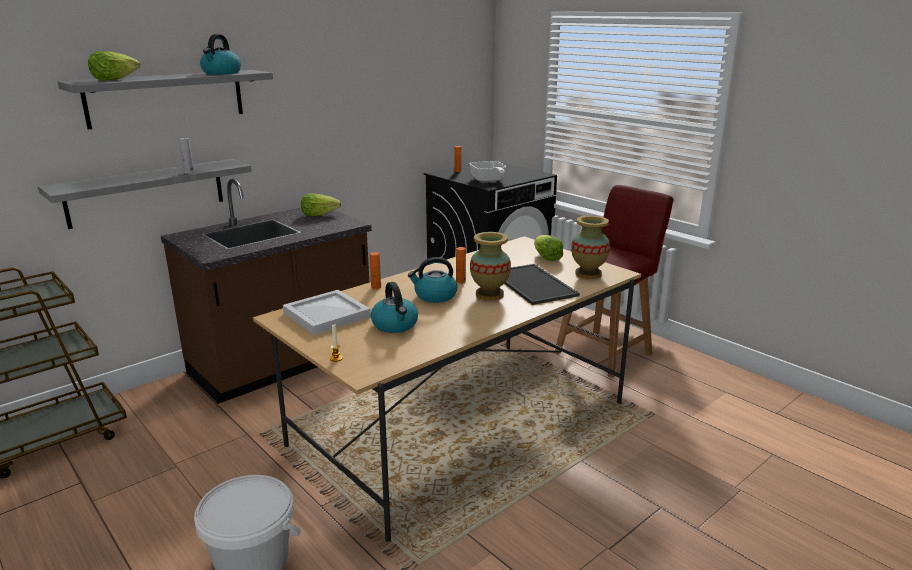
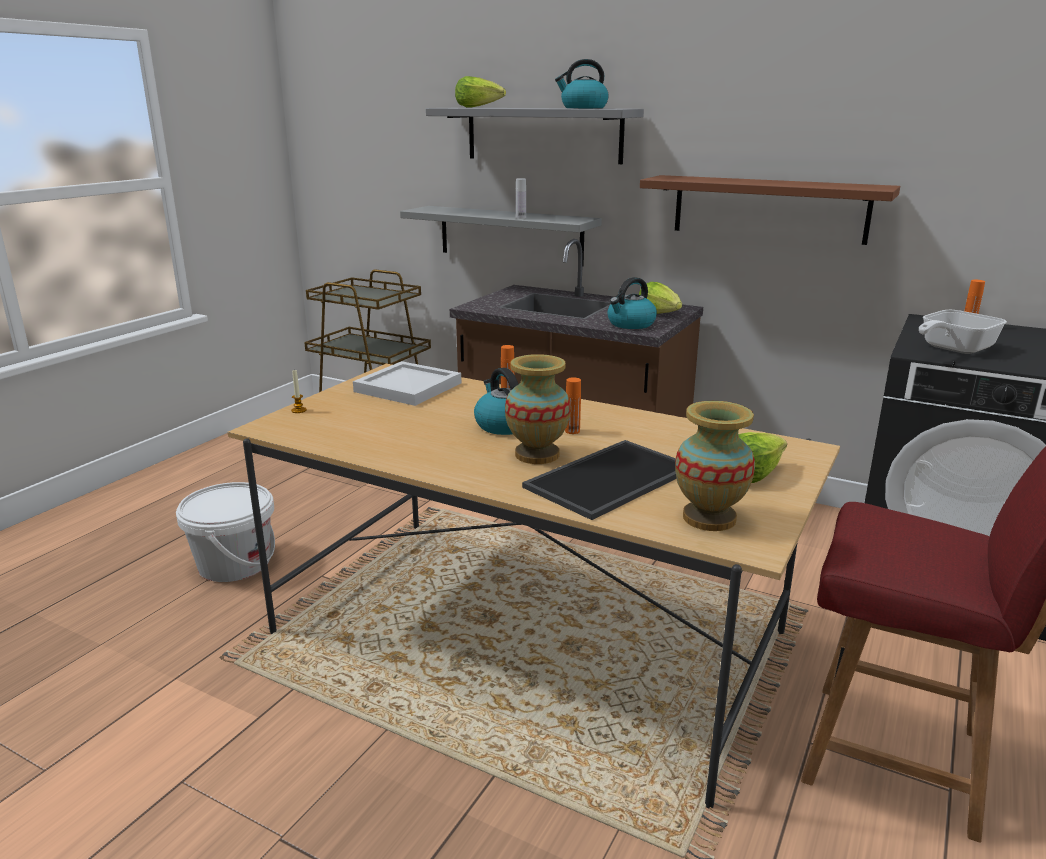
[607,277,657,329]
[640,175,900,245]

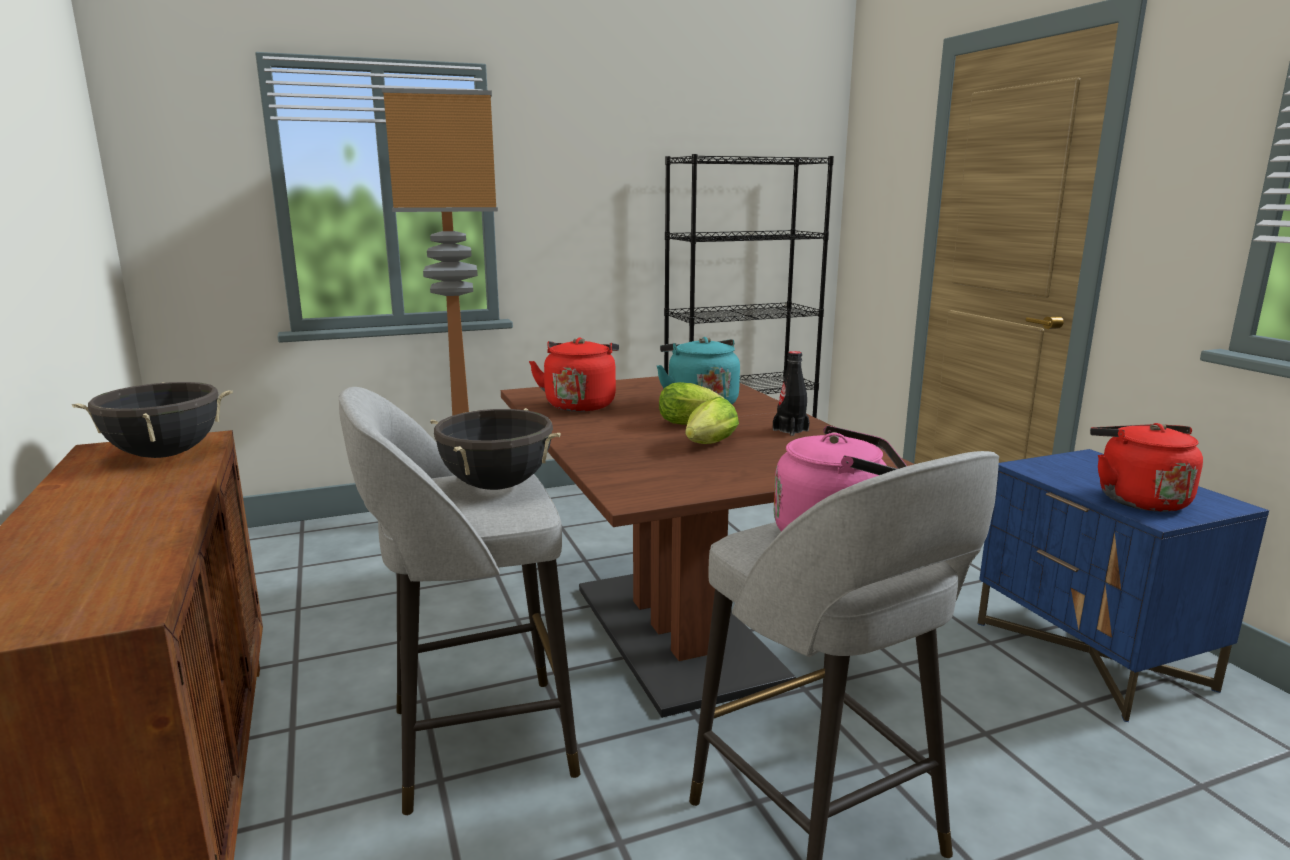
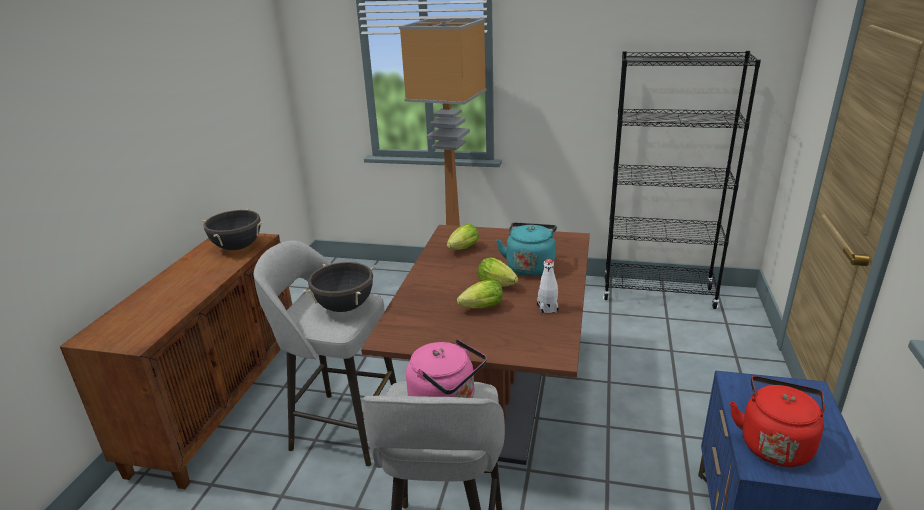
[447,224,479,250]
[537,259,559,314]

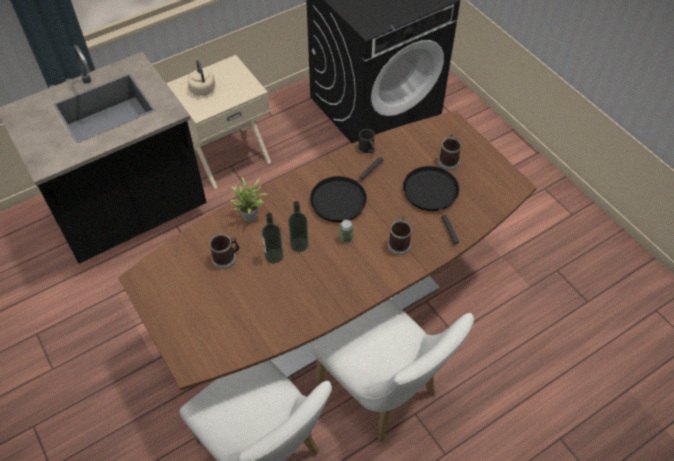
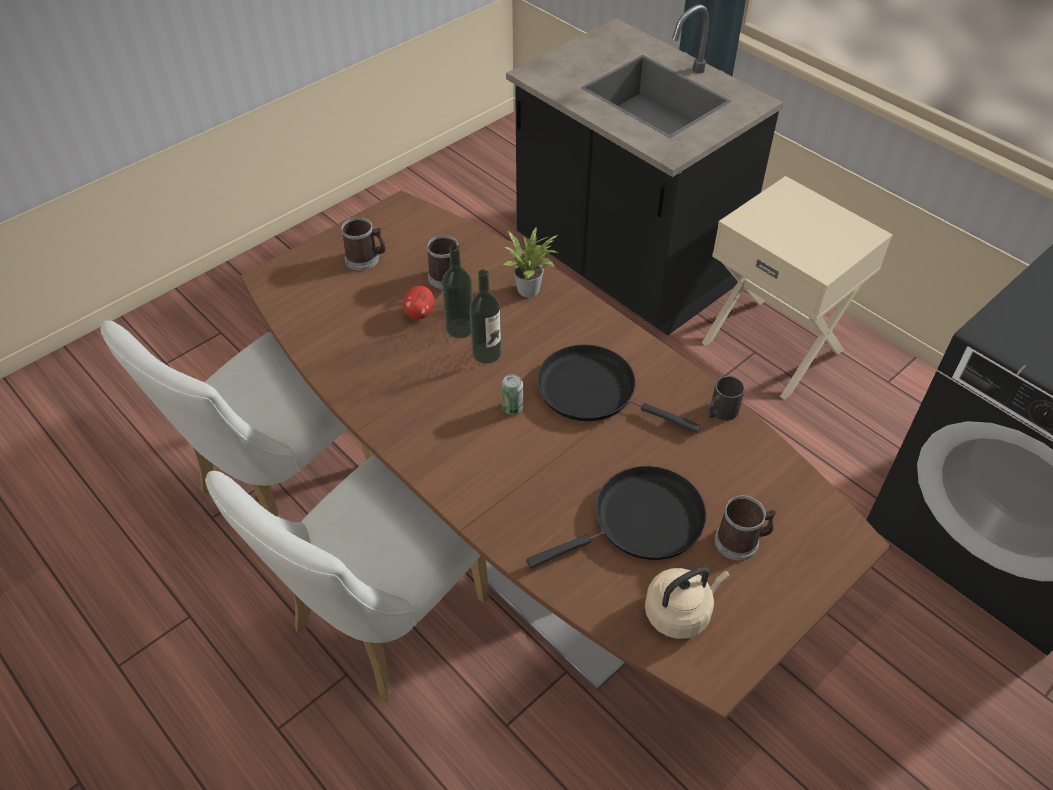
[645,567,730,639]
[341,217,386,271]
[402,286,434,319]

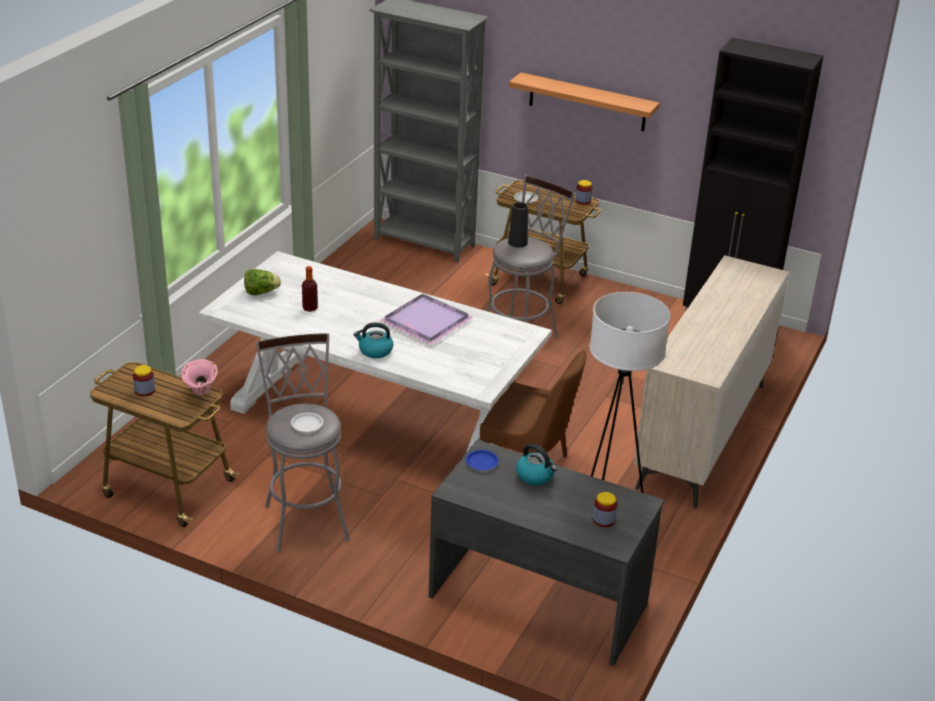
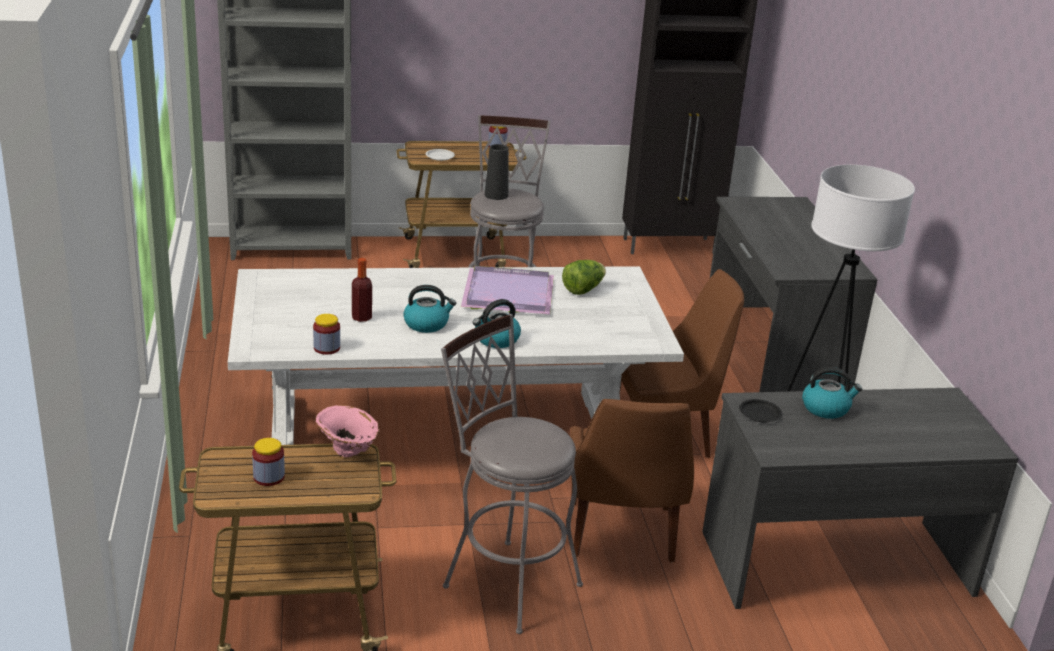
[509,73,660,131] (first image)
[710,197,878,392]
[562,260,606,295]
[291,413,323,432] (first image)
[739,399,782,423]
[313,314,340,355]
[403,285,456,333]
[570,399,694,563]

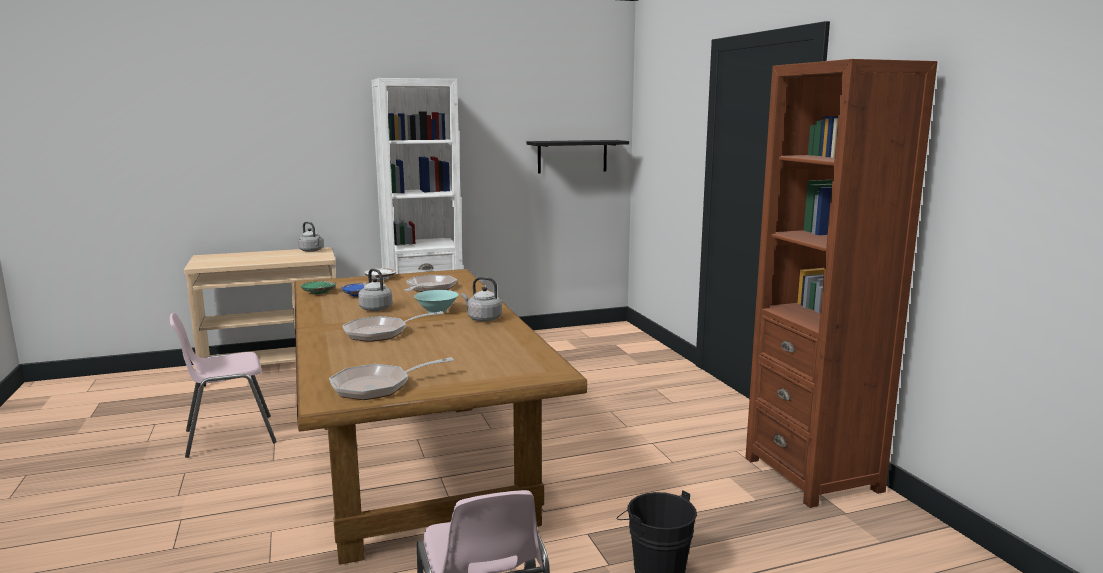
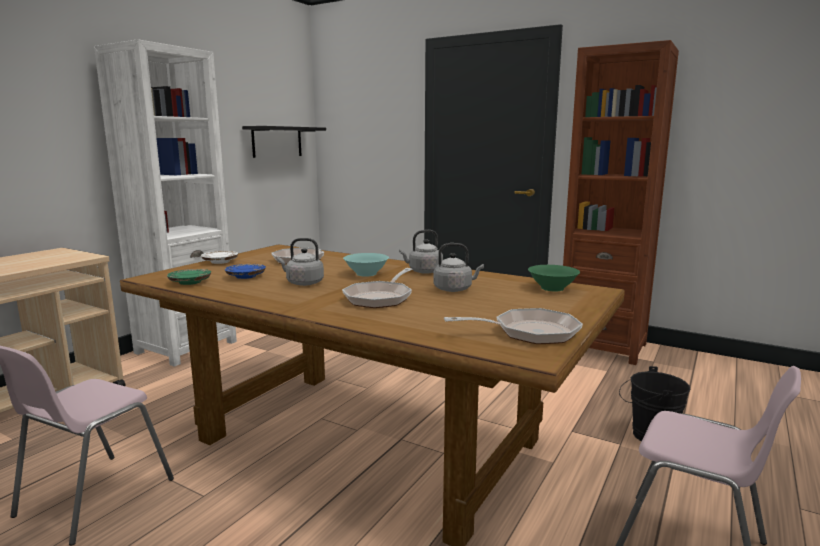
[433,243,484,292]
[444,308,583,344]
[528,265,580,291]

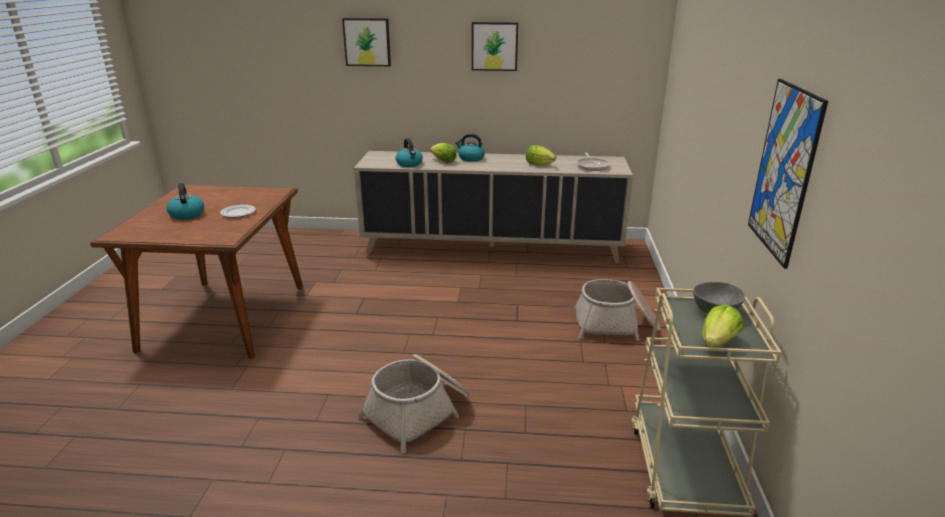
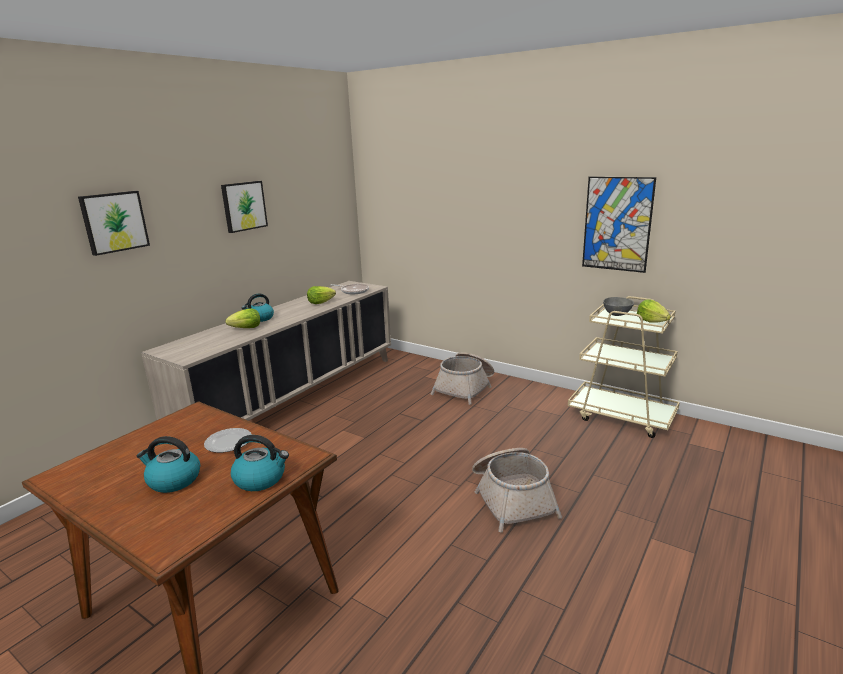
[231,435,289,491]

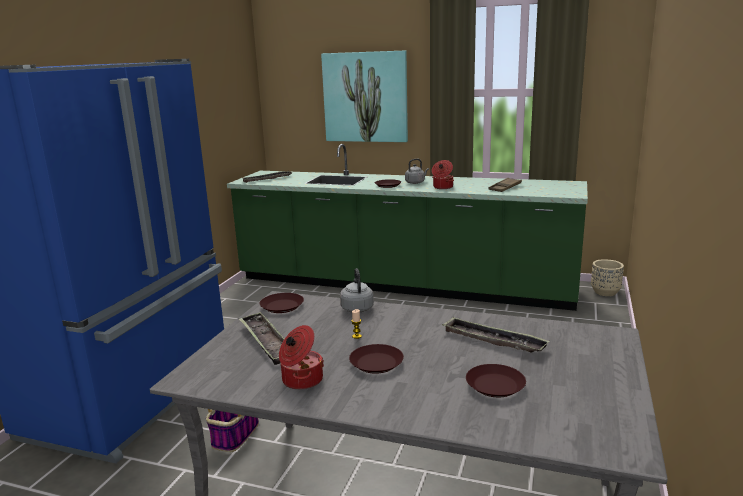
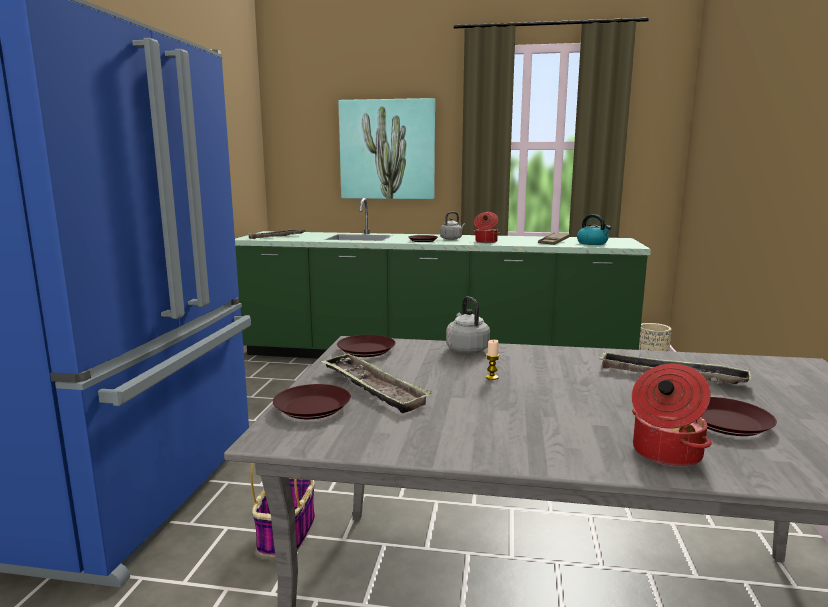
[631,364,712,467]
[273,384,351,419]
[577,214,611,245]

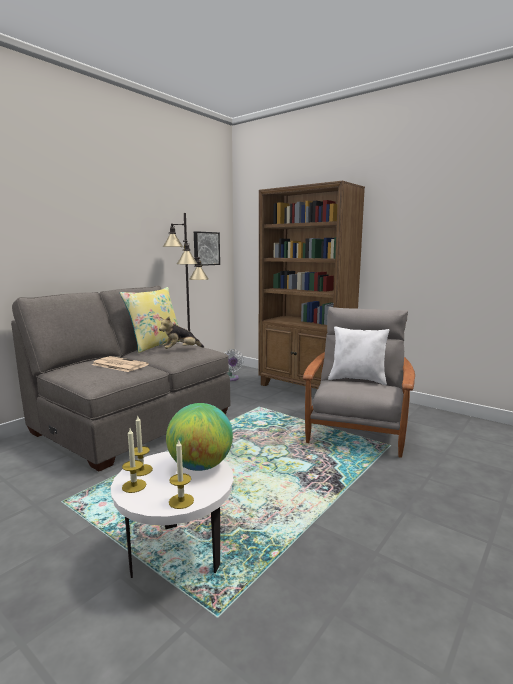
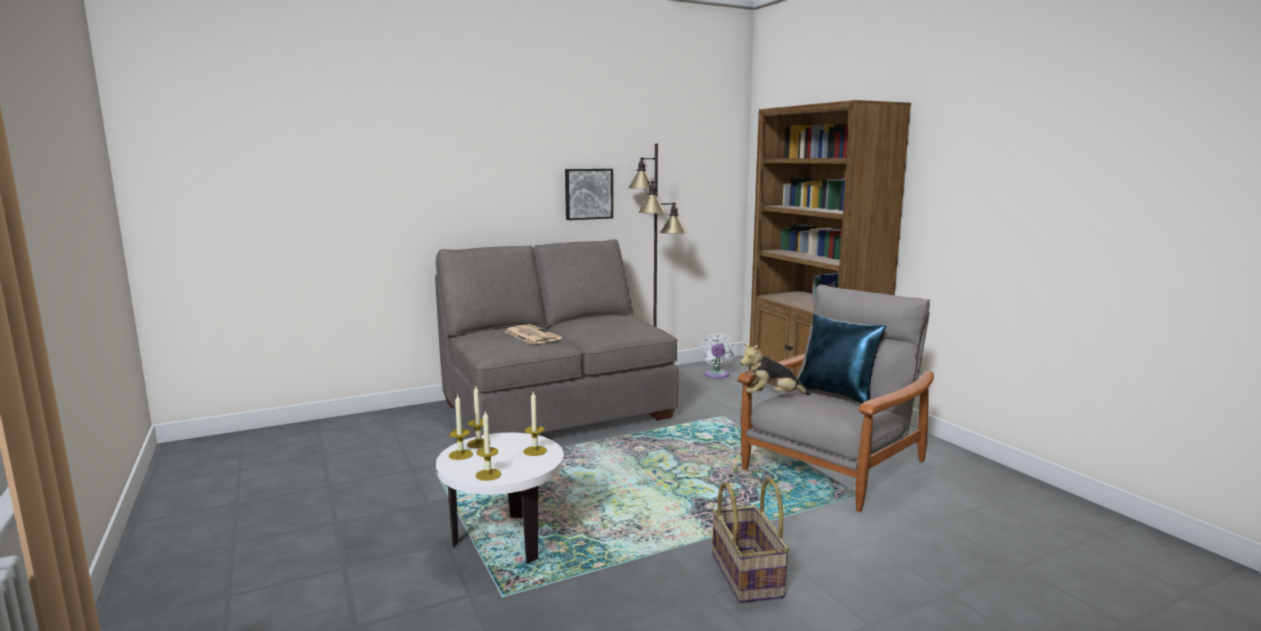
[565,169,613,220]
[120,287,180,353] (first image)
[740,343,811,395]
[798,314,886,404]
[523,392,547,456]
[712,478,790,603]

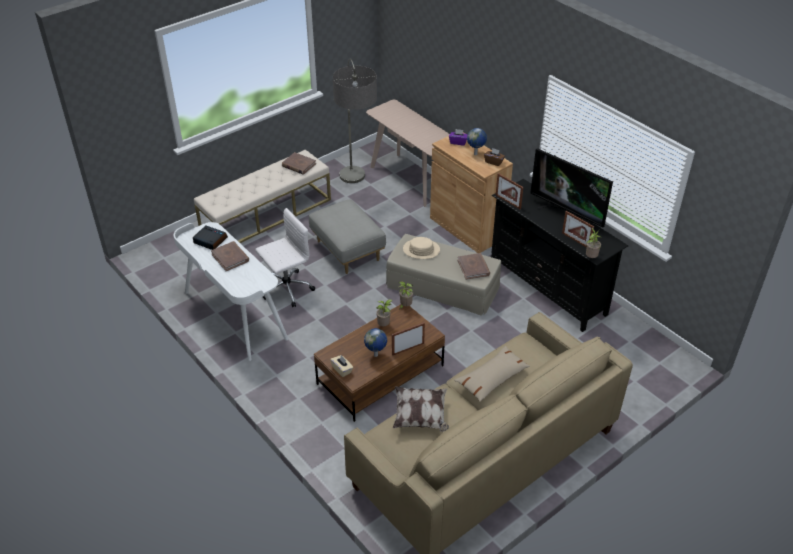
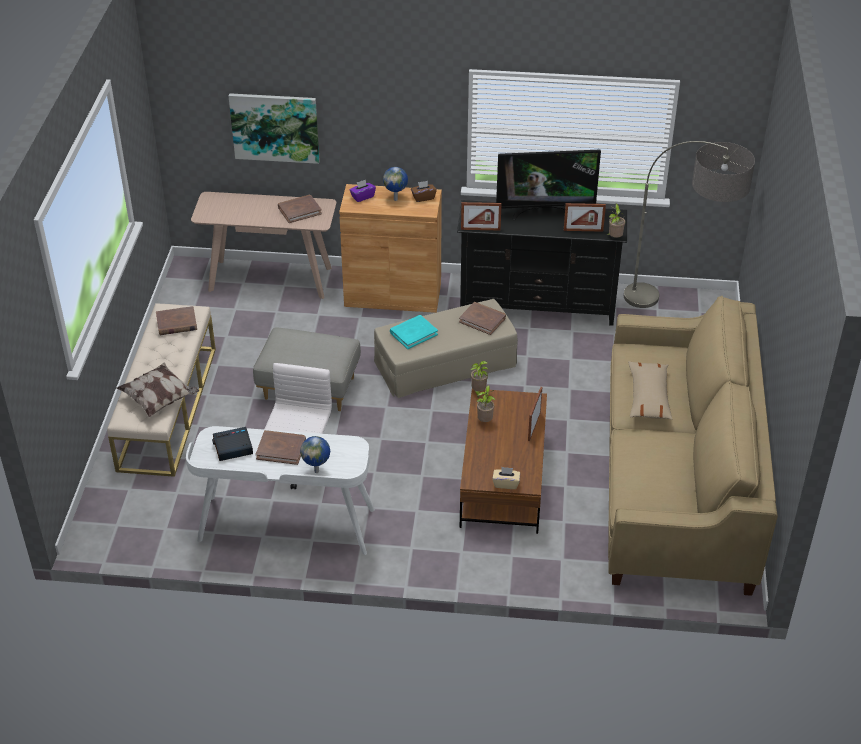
[624,141,755,308]
[390,315,438,349]
[300,436,330,473]
[117,362,199,417]
[228,93,320,164]
[278,195,322,223]

